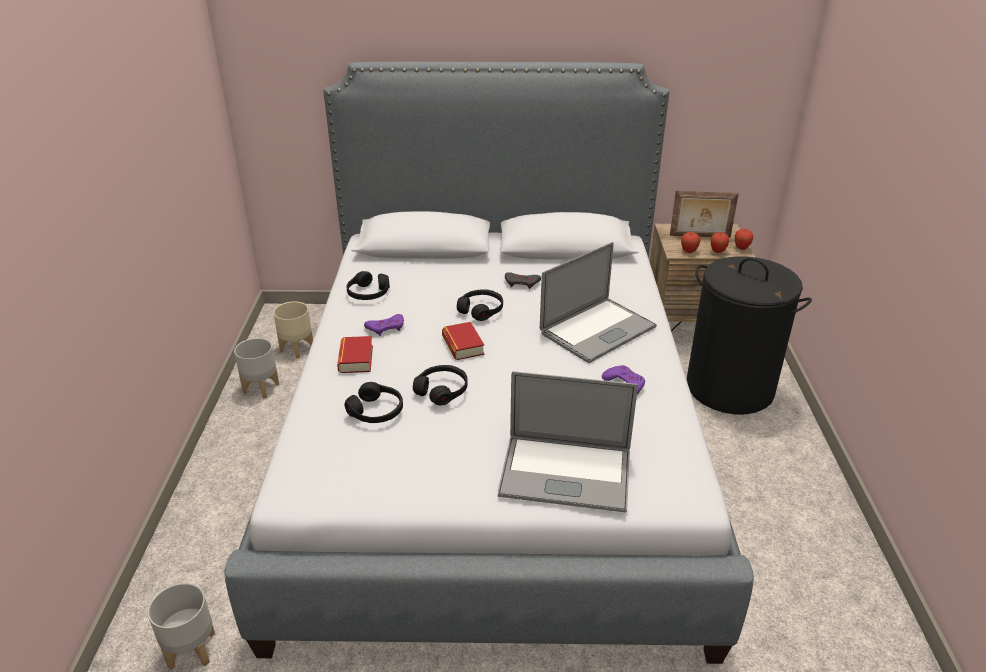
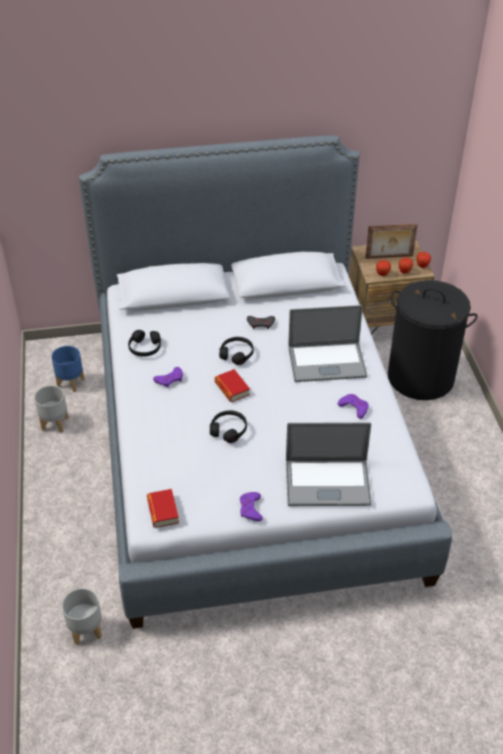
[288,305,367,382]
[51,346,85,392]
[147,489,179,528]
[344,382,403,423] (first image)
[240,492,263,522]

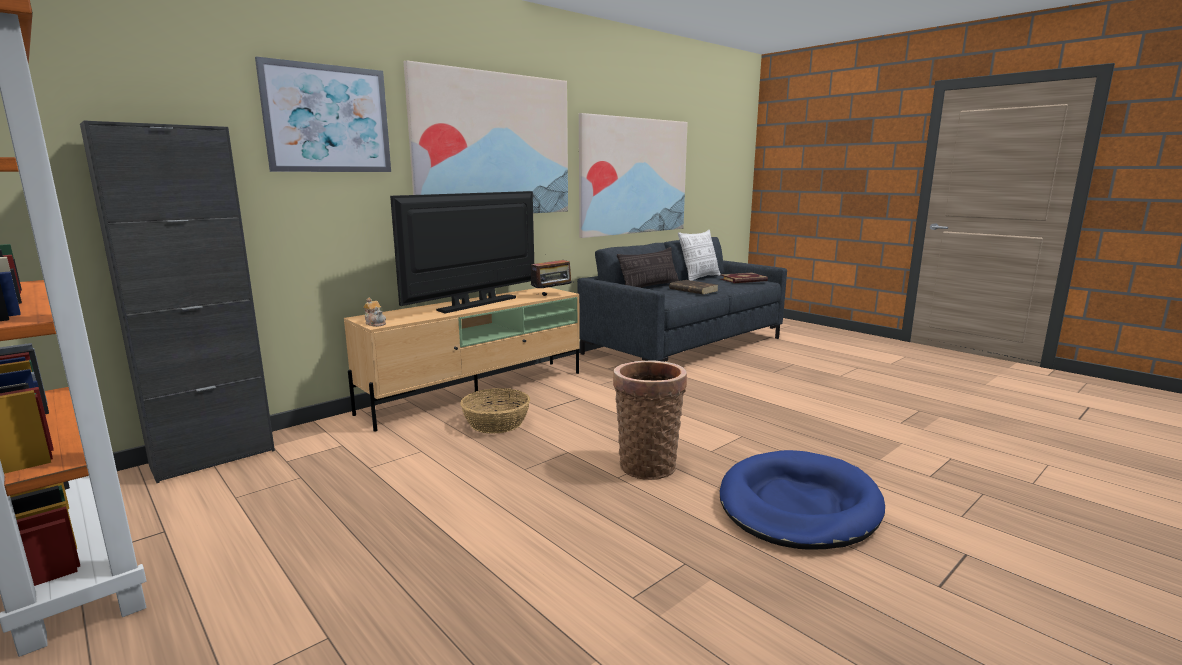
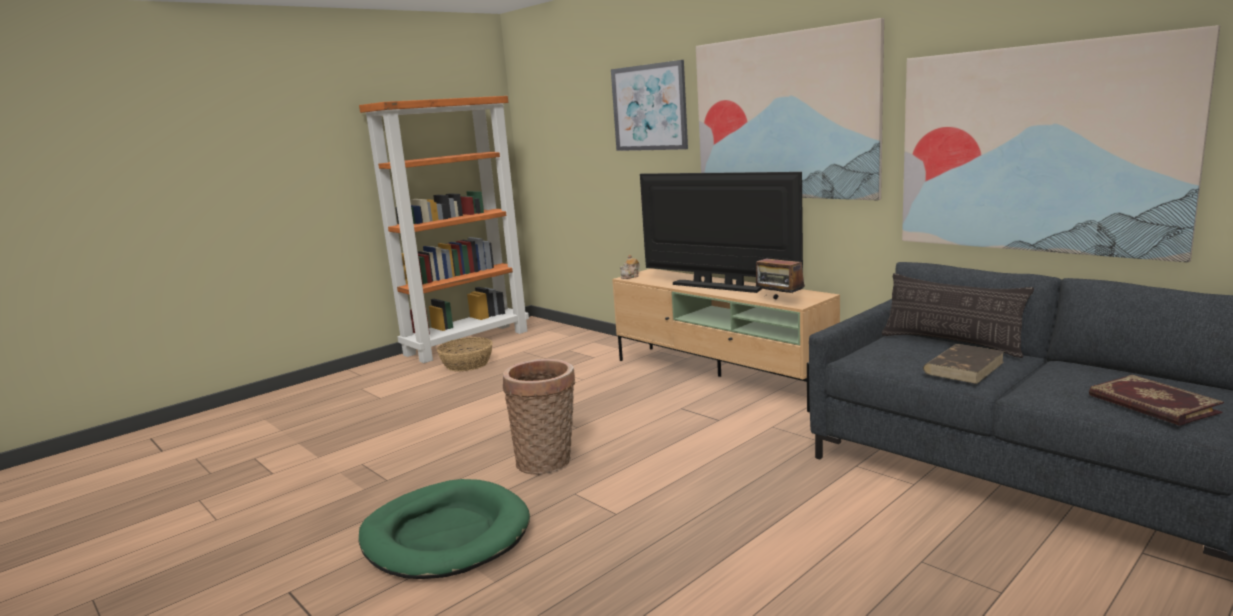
[80,120,275,483] (first image)
[678,230,721,281] (first image)
[437,337,493,371]
[358,479,530,579]

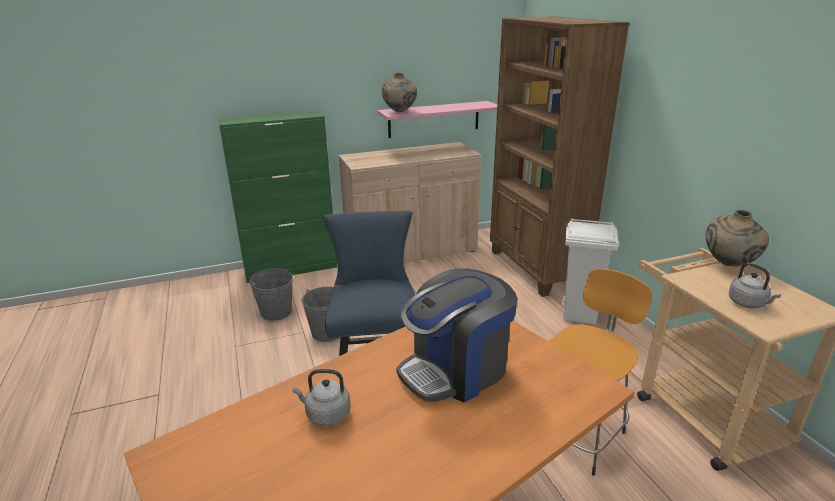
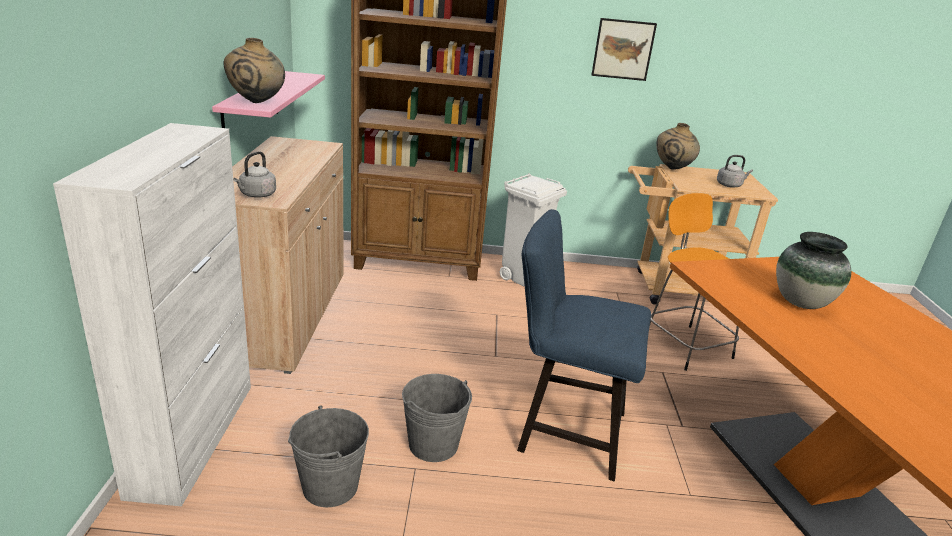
[53,123,251,507]
[776,232,851,309]
[233,151,276,198]
[592,18,657,81]

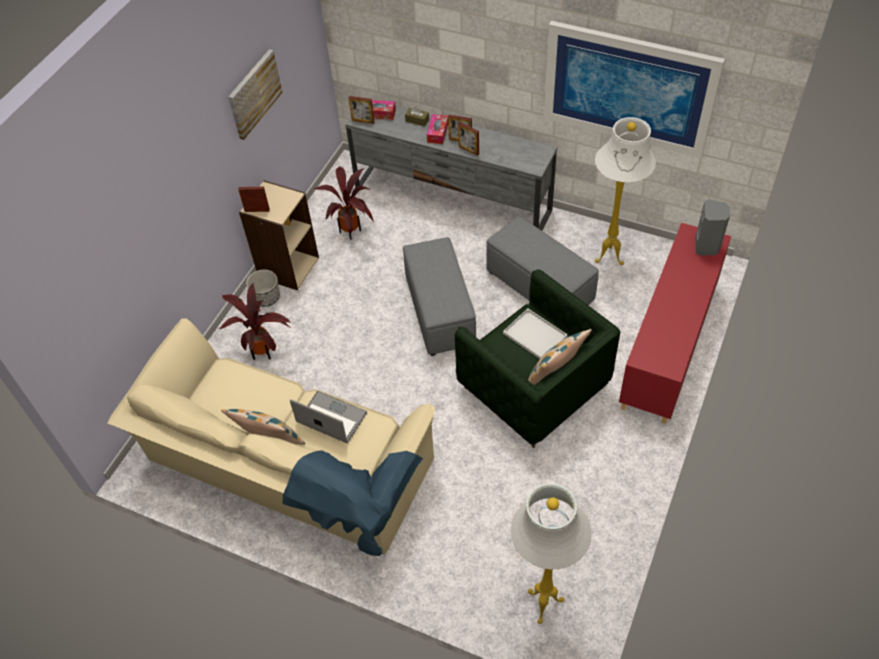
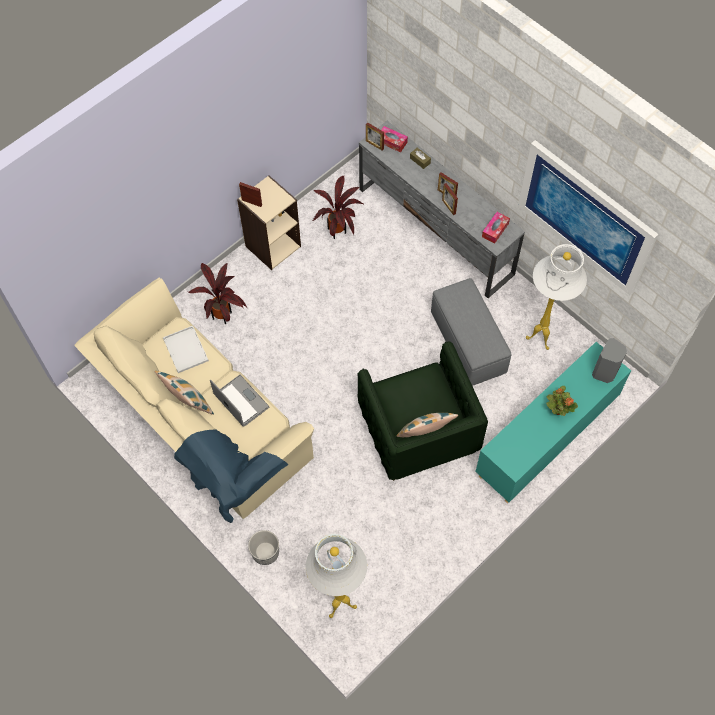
[228,49,283,140] (first image)
[482,212,510,244]
[475,342,631,503]
[403,237,476,356] (first image)
[248,530,279,565]
[163,326,209,373]
[546,386,578,416]

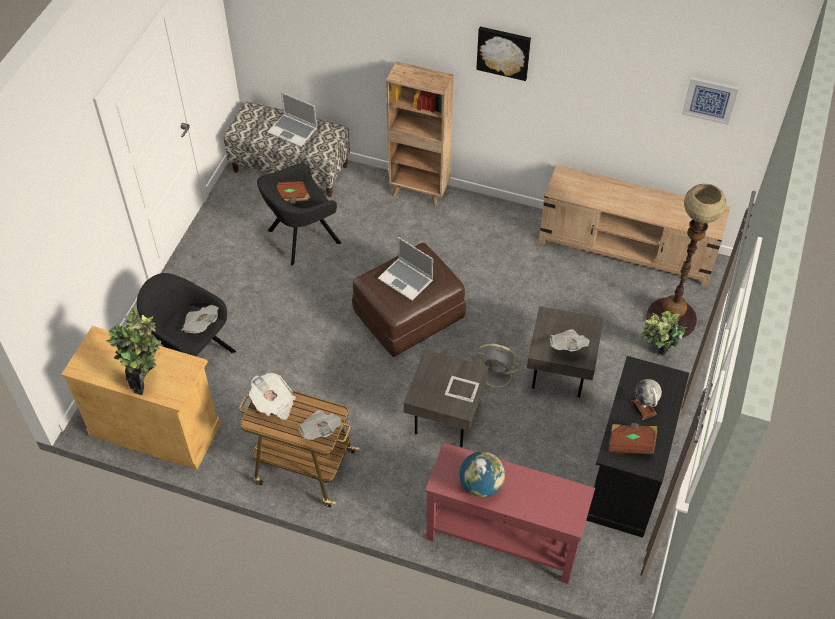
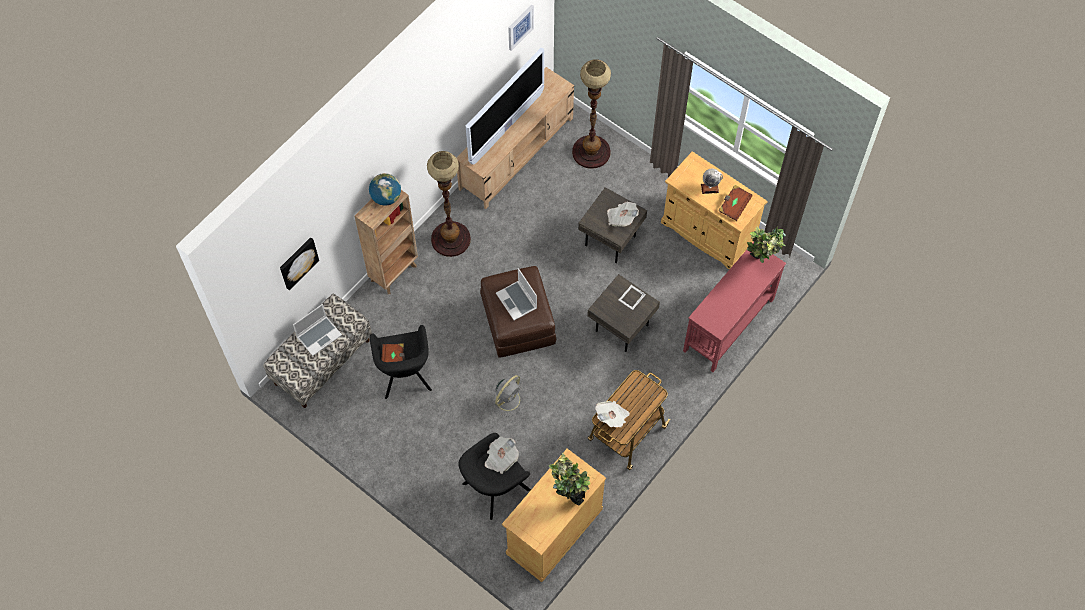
[280,237,319,291]
[496,268,537,320]
[747,226,786,263]
[491,375,526,416]
[661,151,768,270]
[299,410,342,440] (first image)
[369,173,401,206]
[466,48,544,165]
[427,151,471,257]

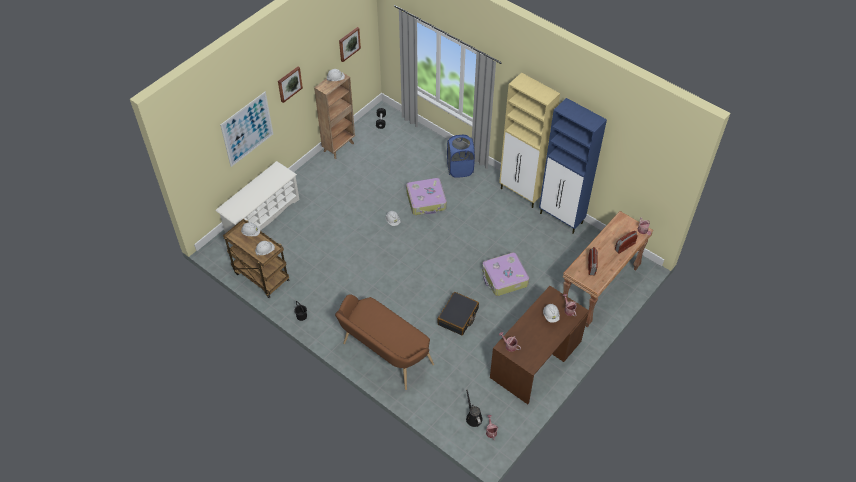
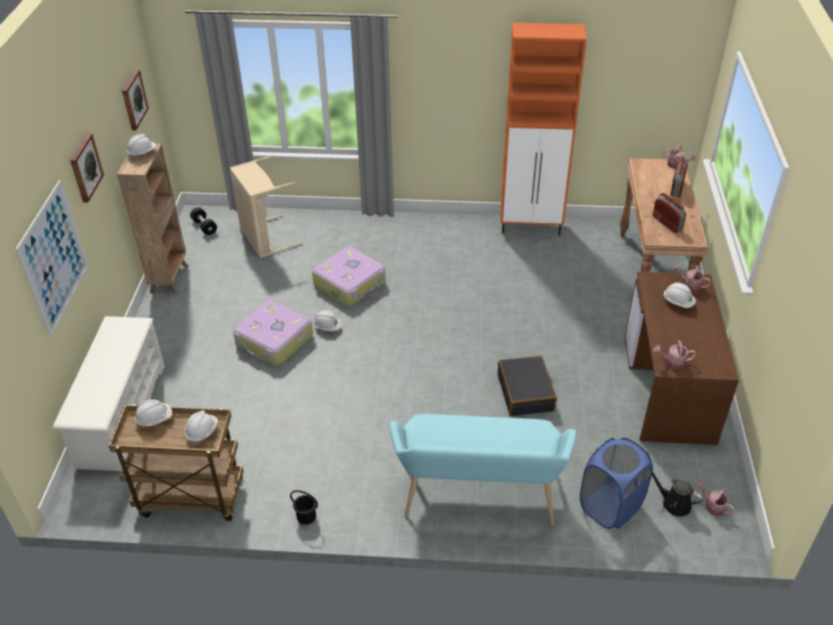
[499,73,560,208] (first image)
[501,23,587,235]
[580,438,653,529]
[233,300,313,366]
[390,414,577,525]
[230,155,302,258]

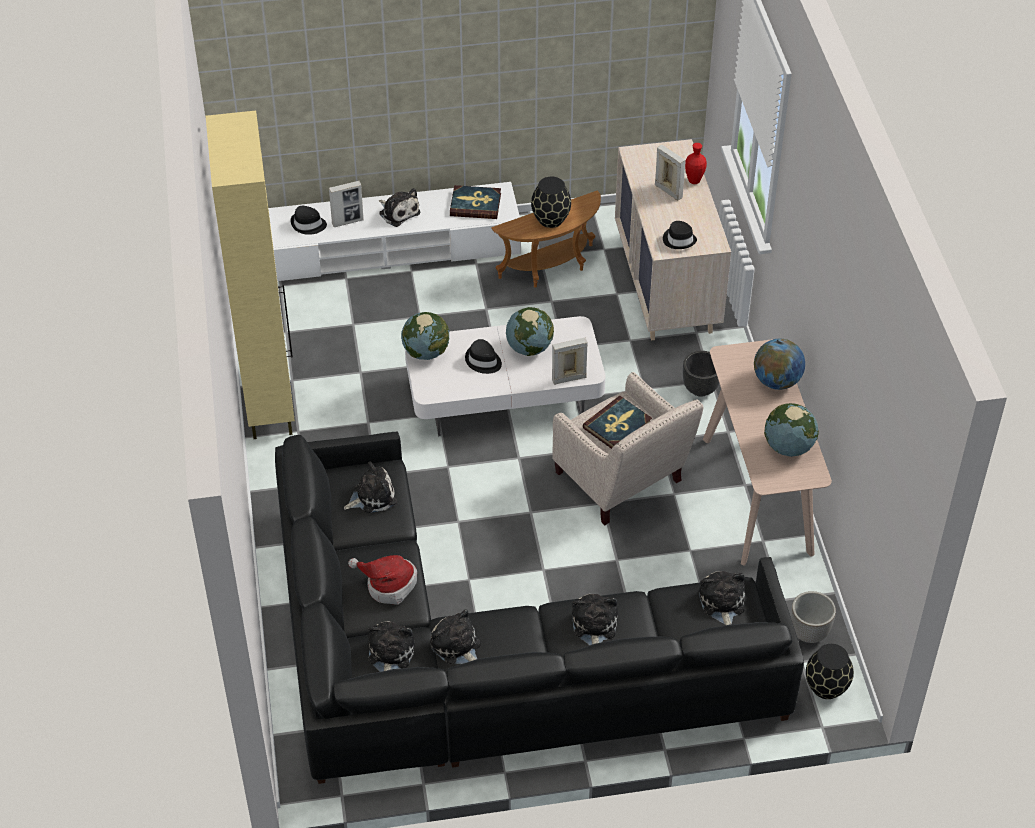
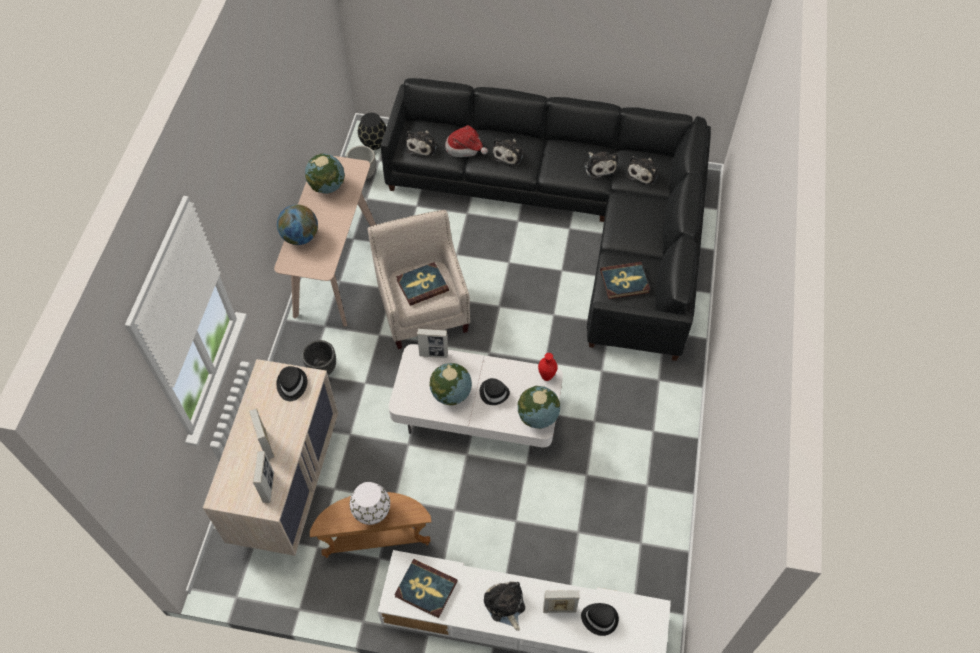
[206,111,295,439] (first image)
[538,353,558,381]
[350,482,390,525]
[600,262,650,299]
[445,125,488,157]
[253,451,274,503]

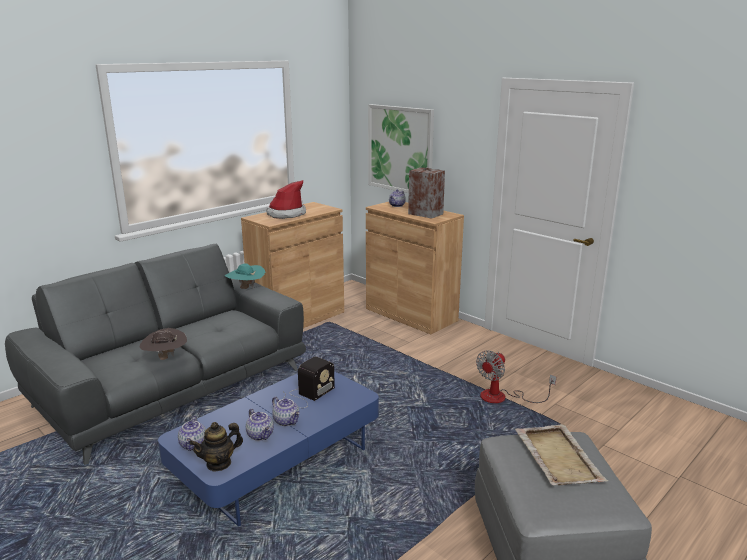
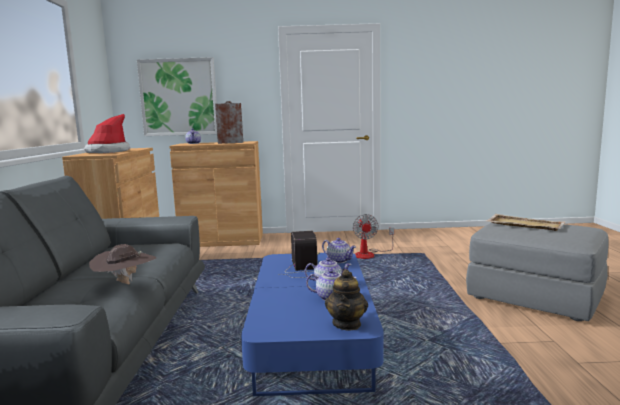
[225,264,266,289] (first image)
[322,238,356,263]

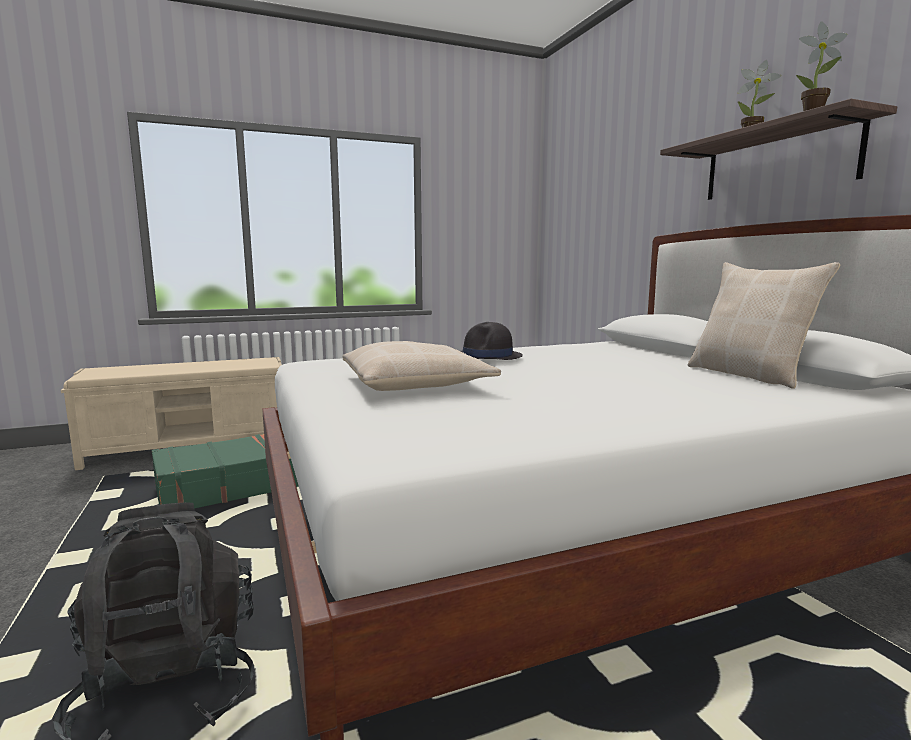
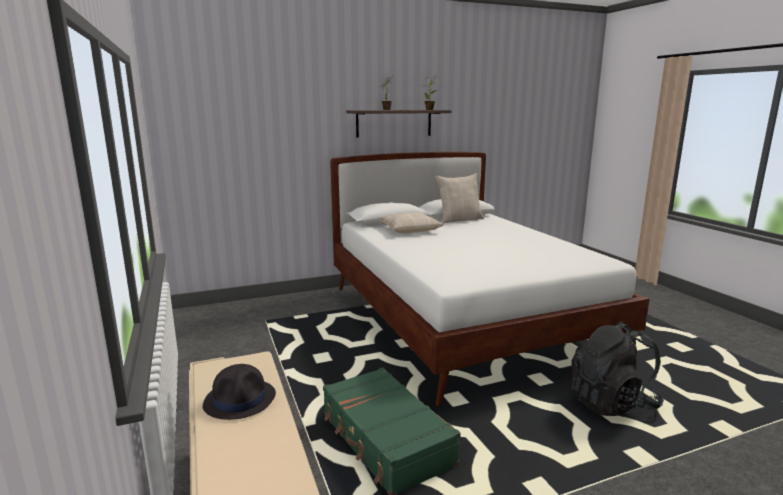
[203,364,276,420]
[378,213,443,233]

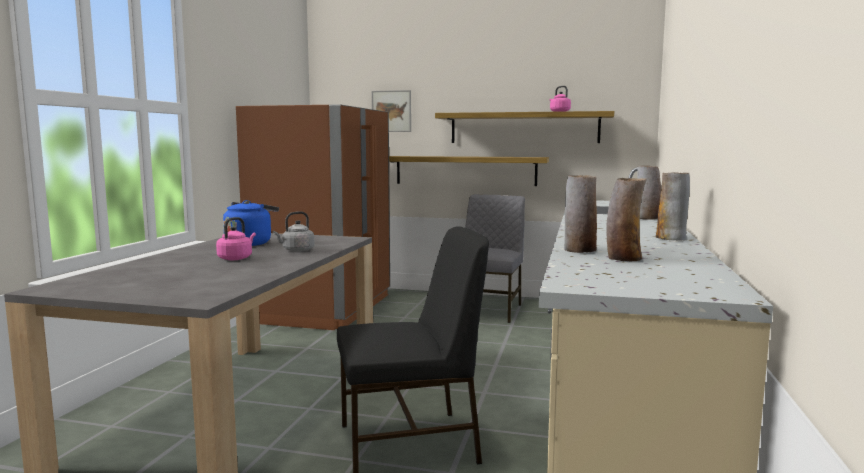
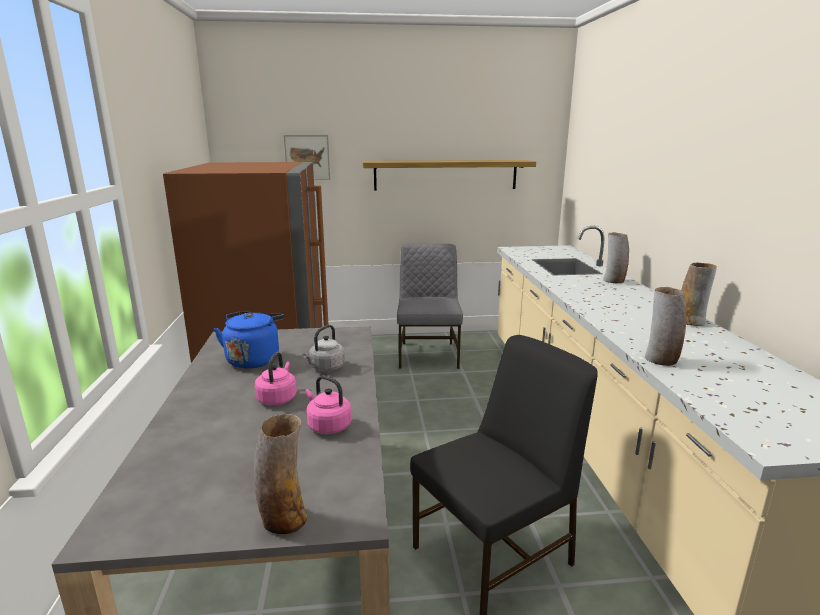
[305,375,351,434]
[389,156,549,186] (first image)
[254,414,307,534]

